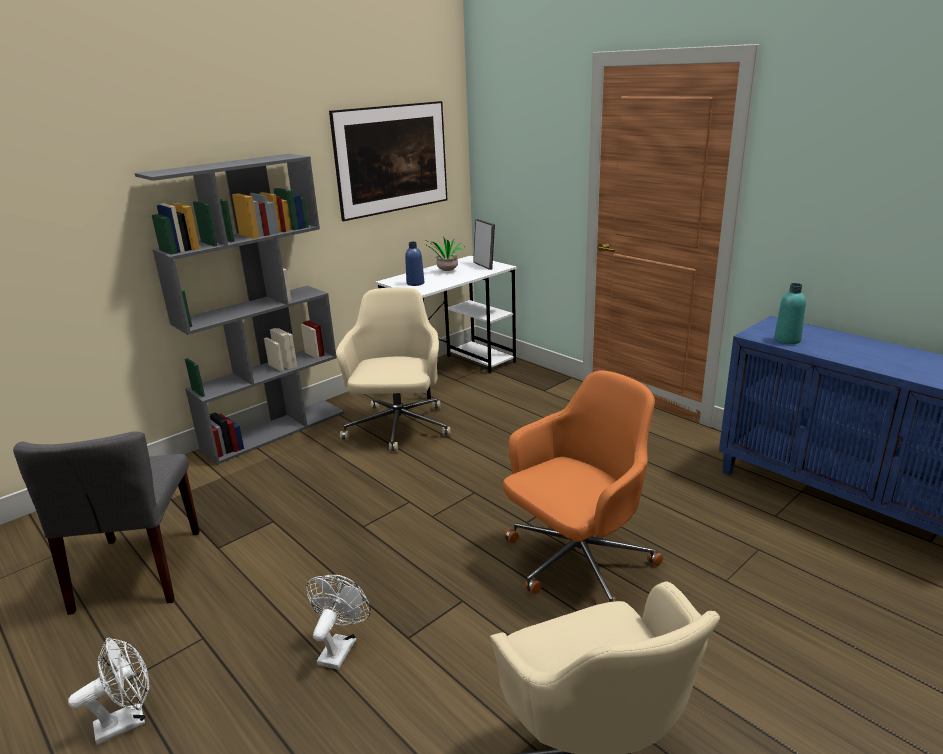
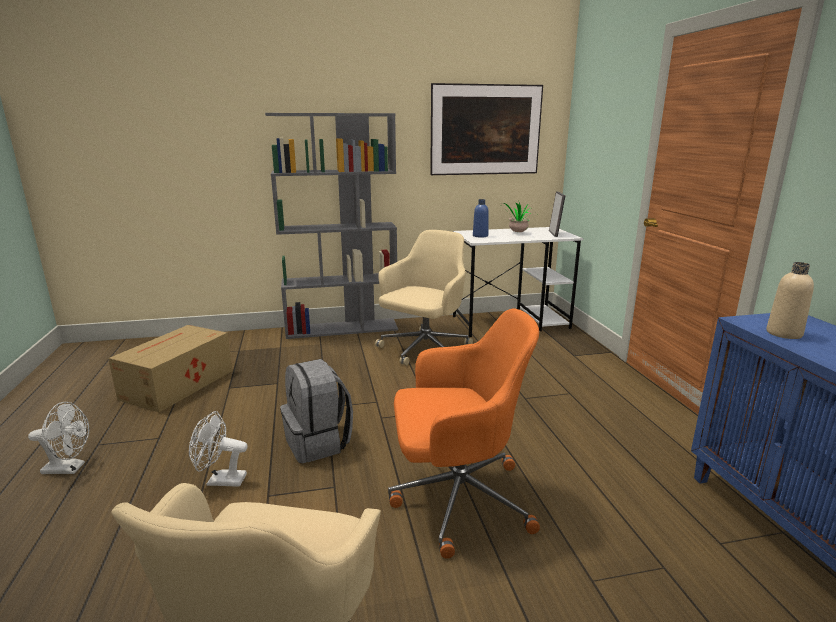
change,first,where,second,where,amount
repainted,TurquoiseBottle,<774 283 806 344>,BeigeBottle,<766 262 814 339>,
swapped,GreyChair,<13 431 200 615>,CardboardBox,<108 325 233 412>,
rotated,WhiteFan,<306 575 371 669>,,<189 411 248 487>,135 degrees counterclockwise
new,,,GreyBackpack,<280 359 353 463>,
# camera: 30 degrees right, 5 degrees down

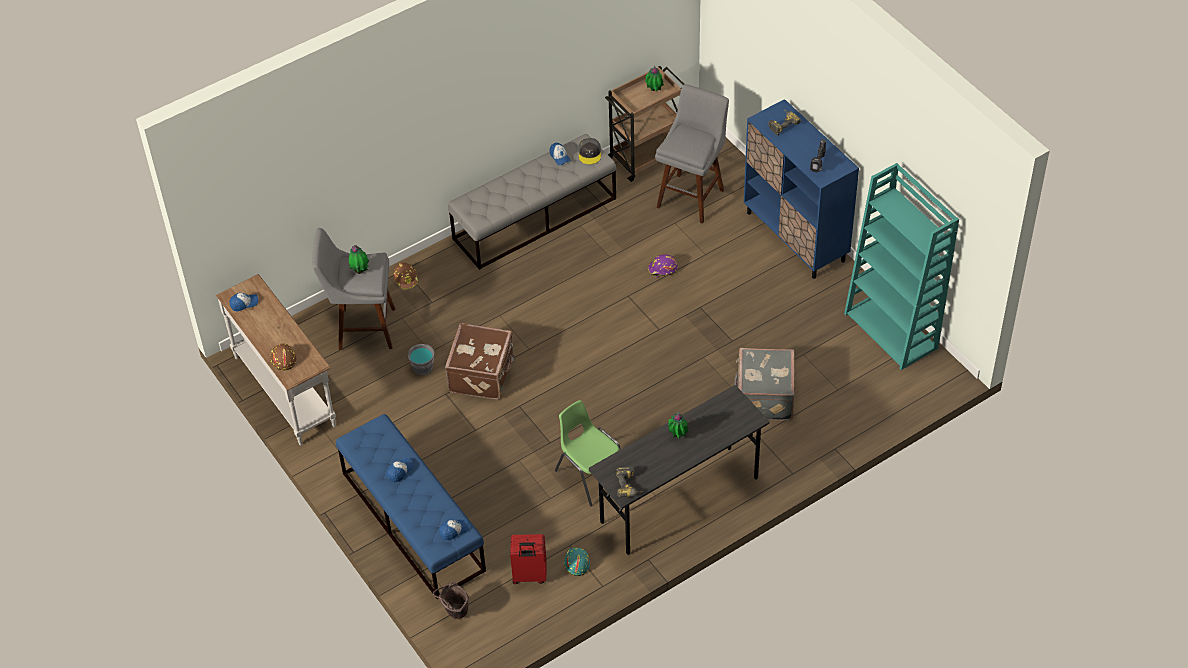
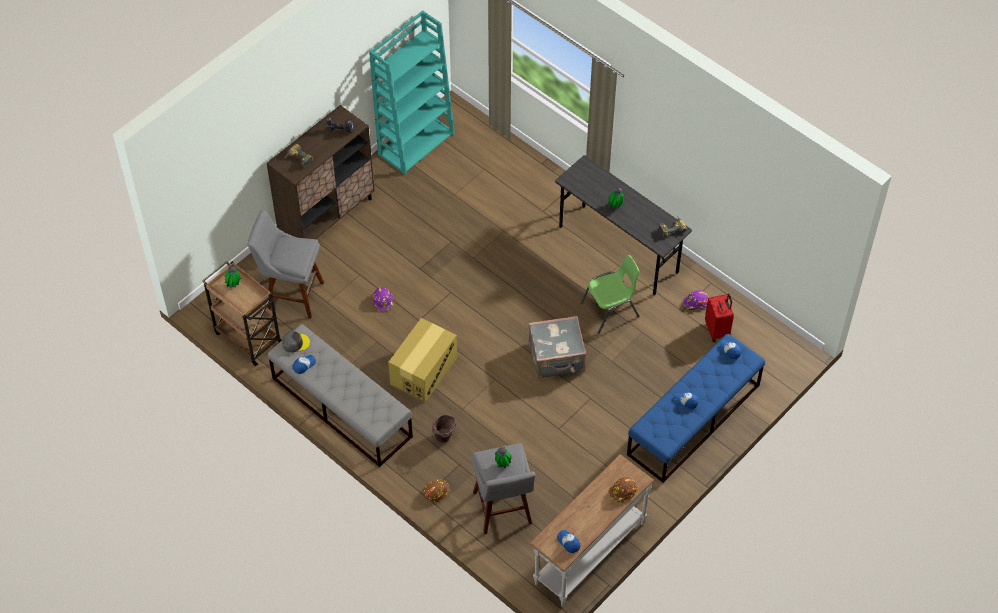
change,first,where,second,where,amount
repainted,BlueCabinet,<744 99 859 279>,BrownCabinet,<267 105 374 239>,
gone,BrownSuitcase,<445 323 515 400>,,,
gone,GreyBucket,<407 344 435 375>,,,
shifted,GreySuitcase,<734 348 795 421>,,<529 316 586 379>,
rotated,GreenChair,<555 400 621 506>,,<581 255 640 334>,150 degrees counterclockwise
repainted,TurquoiseHardHat,<564 548 590 576>,PurpleHardHat,<683 290 709 312>,
shifted,BrownBucket,<433 581 469 619>,,<432 414 457 443>,
new,,,CardboardBox,<388 318 457 402>,
# camera: 105 degrees left, 5 degrees up

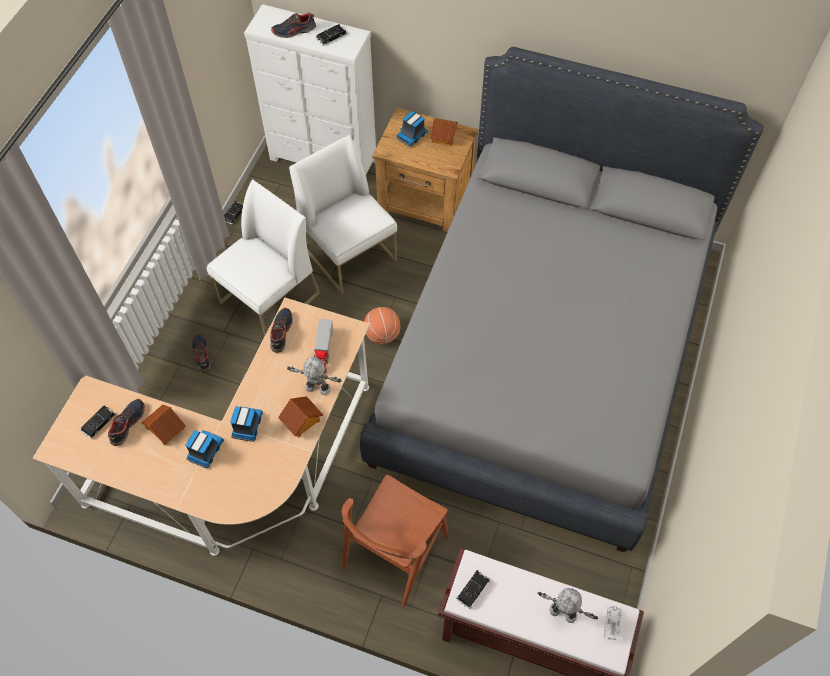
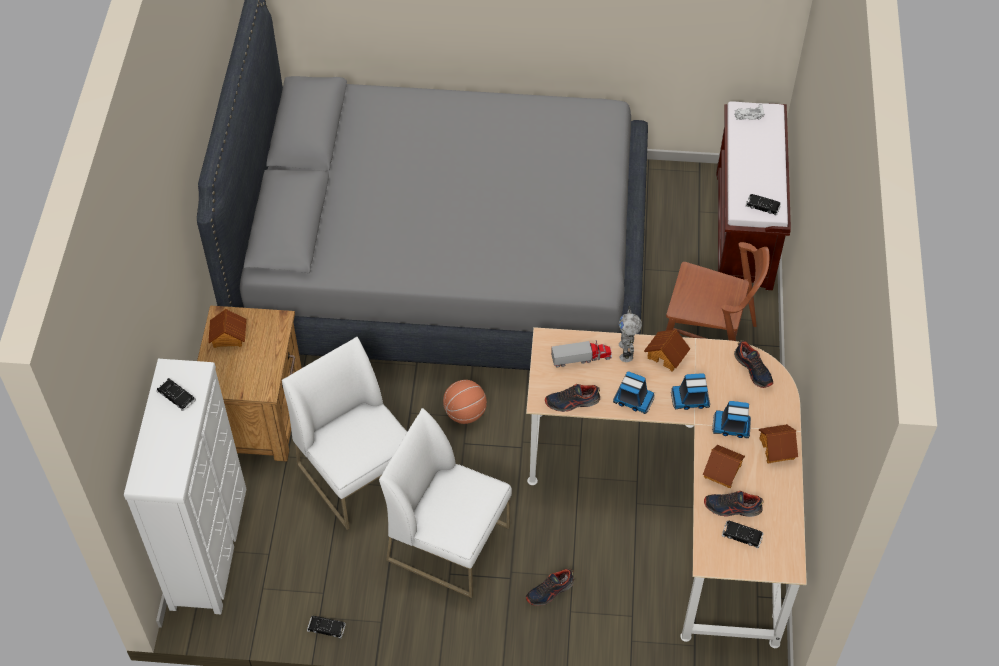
change,first,where,second,where,amount
shifted,Shoe,<271 12 316 38>,,<734 340 773 388>,
shifted,ToyTruck,<397 111 428 147>,,<613 371 655 414>,
rotated,WhiteChair,<289 134 397 294>,,<282 337 407 530>,105 degrees clockwise
gone,ToyRobot,<537 588 598 623>,,,
new,,,ToyHouse,<759 424 798 463>,
# camera: 105 degrees left, 5 degrees down

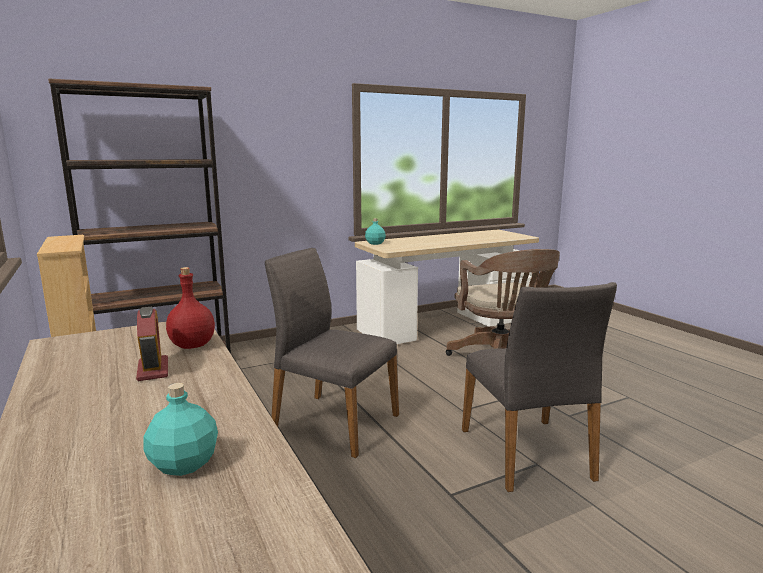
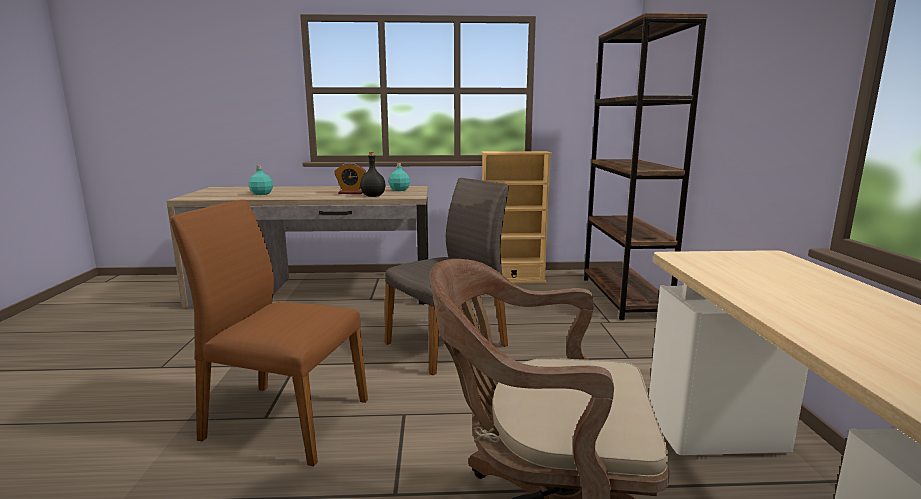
change,first,where,second,where,amount
shifted,TurquoiseBottle,<365 218 386 245>,,<389 163 410 191>,
repainted,RedBottle,<166 267 215 349>,BlackBottle,<360 152 386 197>,
repainted,GreyChair,<462 282 617 492>,BrownChair,<170 200 368 466>,
# camera: 115 degrees right, 0 degrees up

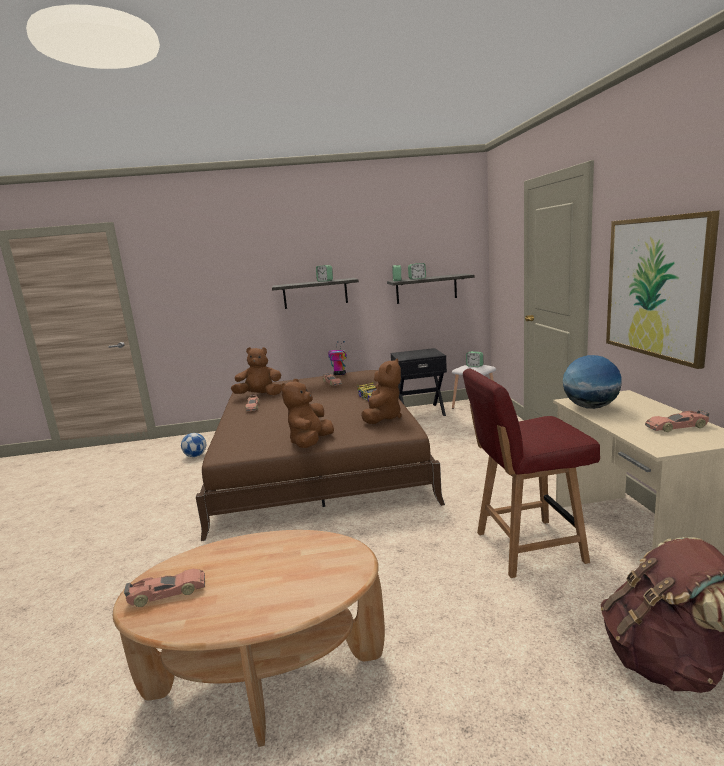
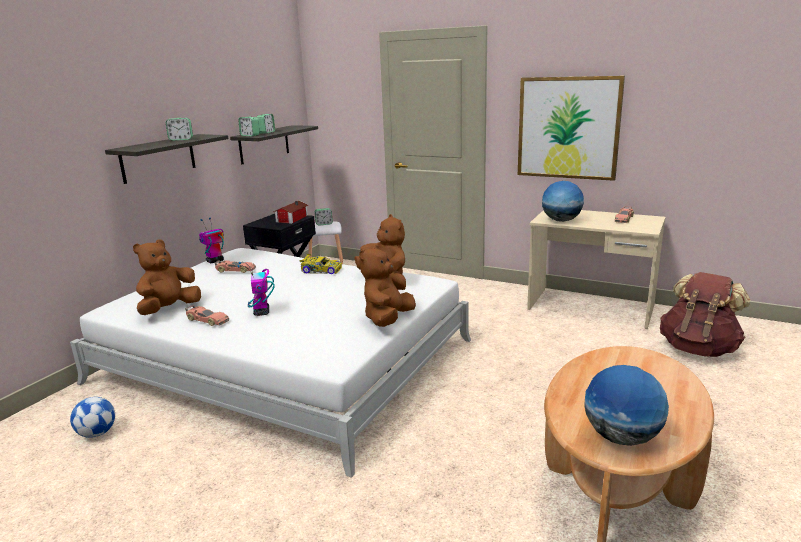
change,first,where,second,where,amount
gone,RedChair,<463 369 600 578>,,,
repainted,BrownBed,<196 370 445 541>,WhiteBed,<70 248 471 478>,
rotated,BrownPlushToy,<281 379 334 448>,,<359 245 416 327>,60 degrees clockwise
swapped,ToyCar,<124 569 205 607>,Globe,<584 365 669 446>,
new,,,ToyHouse,<273 201 308 224>,
new,,,ToyRobot,<237 262 275 316>,
# camera: 55 degrees left, 5 degrees up

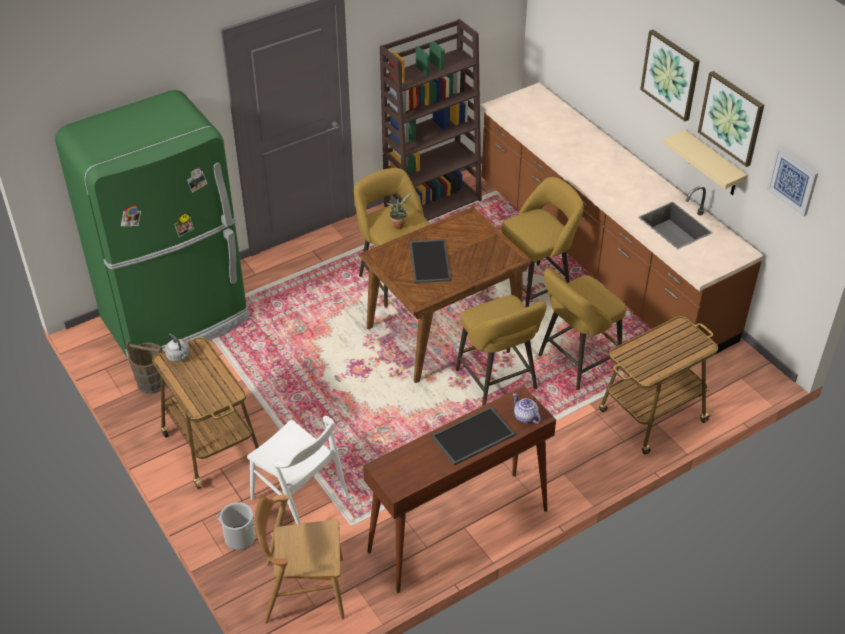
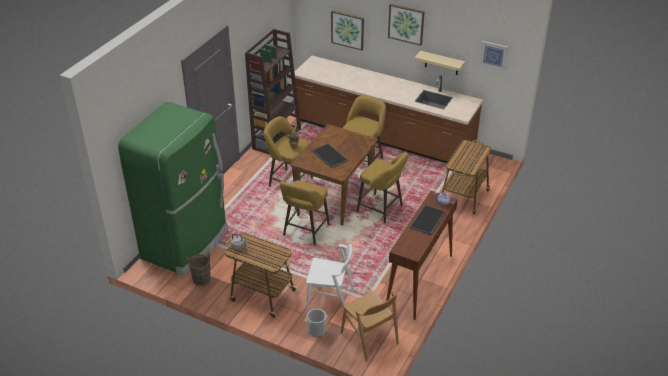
change,first,where,second,where,amount
shifted,Picture,<698 71 764 167>,,<331 10 364 51>,
shifted,YellowStool,<539 268 626 390>,,<280 180 330 245>,
rotated,BrownChair,<254 494 345 623>,,<341 290 399 361>,90 degrees counterclockwise
# camera: 30 degrees left, 5 degrees down

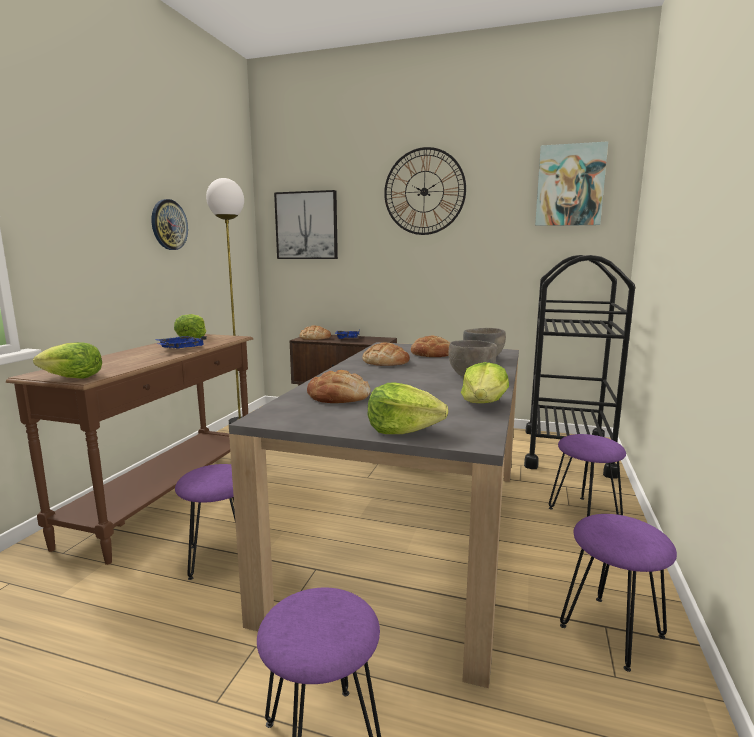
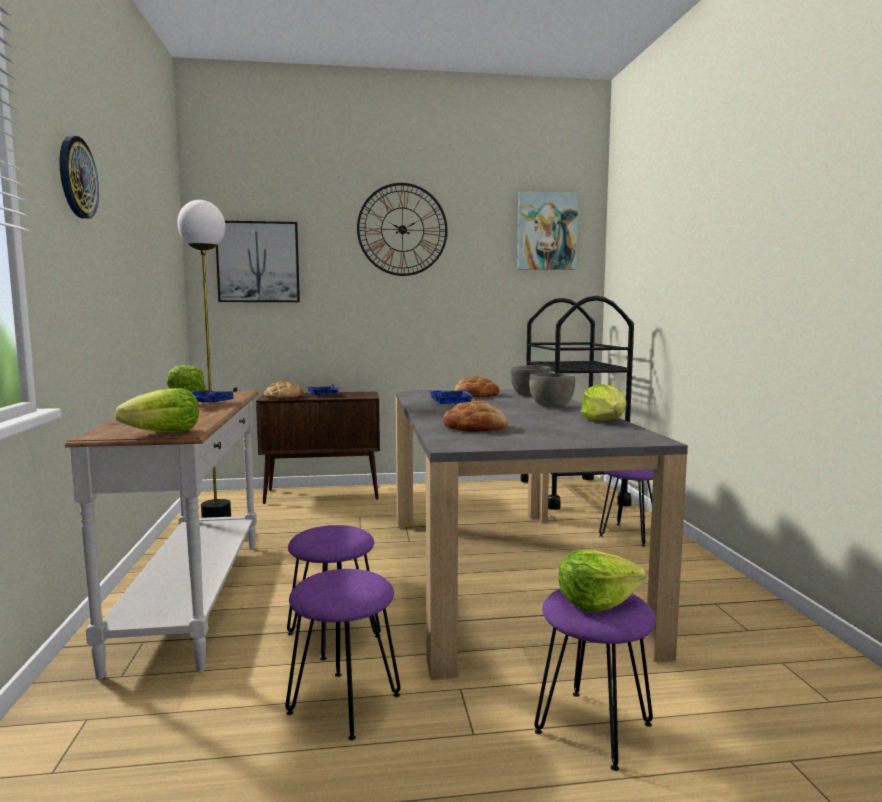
change,first,where,second,where,amount
shifted,WallClock,<151 199 188 250>,,<59 136 99 219>,
repainted,BrownConsoleTable,<6 334 254 565>,WhiteConsoleTable,<65 391 259 680>,
swapped,Bread,<362 343 410 366>,BlueTray,<429 390 474 405>,
shifted,Lettuce,<368 383 448 434>,,<558 550 646 612>,
shifted,PurpleStool,<560 514 677 672>,,<285 569 401 740>,
# camera: 25 degrees left, 5 degrees down

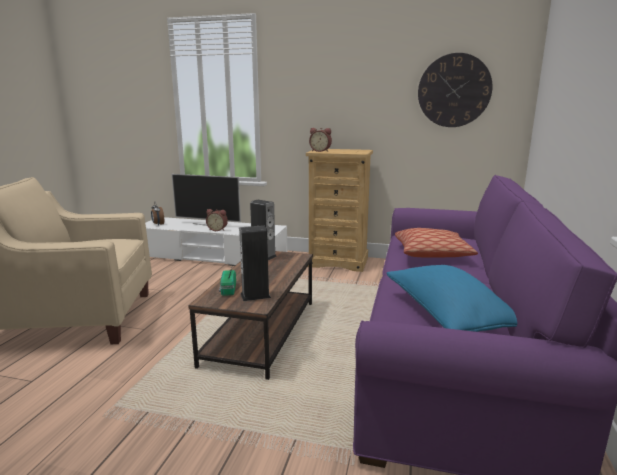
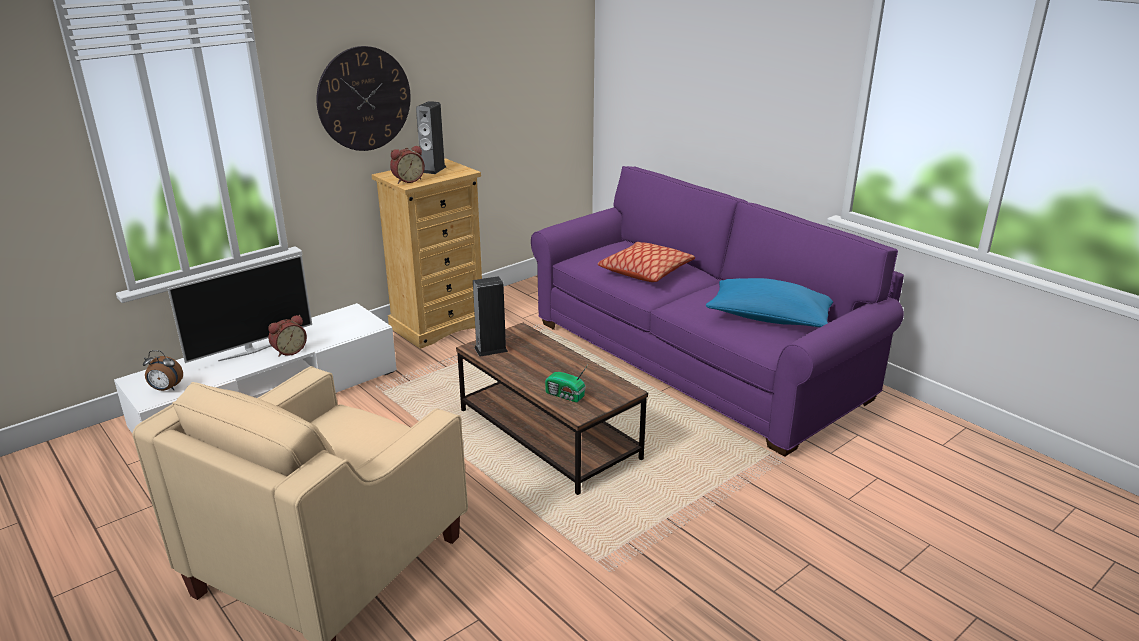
change,first,where,second,where,amount
shifted,WallClock,<418 53 492 127>,,<316 46 411 151>,
shifted,Speaker,<239 225 271 301>,,<416 101 446 174>,
# camera: 55 degrees left, 10 degrees up

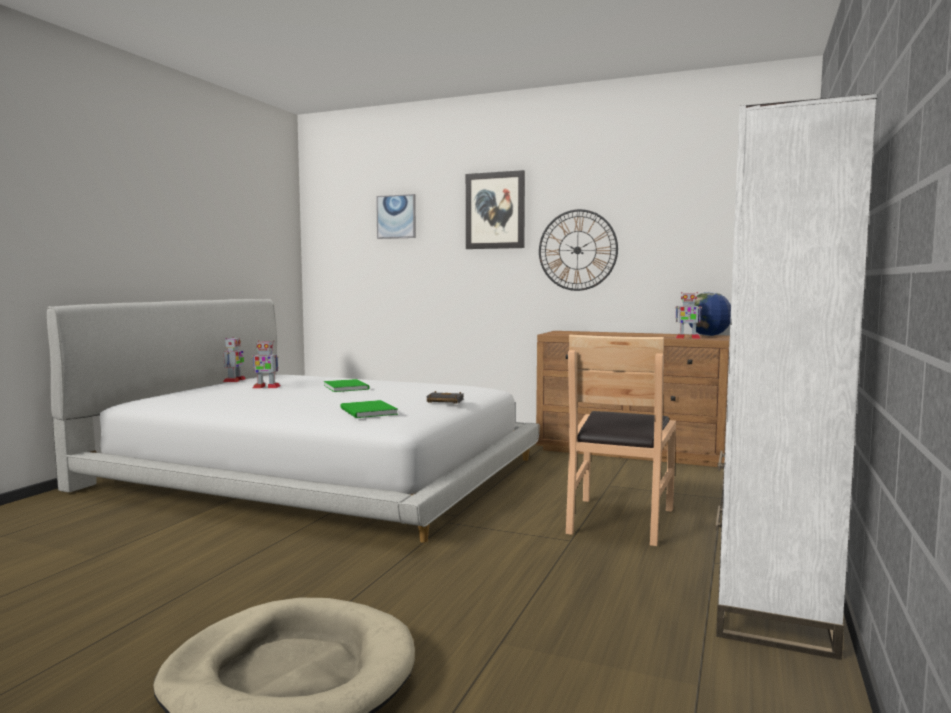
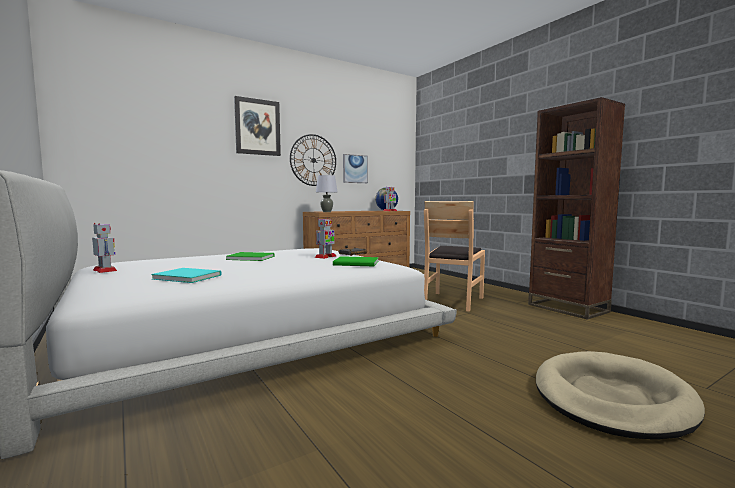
change,first,where,second,where,amount
repainted,WhiteBookcase,<715 93 877 660>,BrownBookcase,<528 97 625 320>,
shifted,Picture,<376 194 416 239>,,<343 154 368 183>,
rotated,BrownChair,<566 334 676 546>,,<424 201 485 312>,60 degrees clockwise
shifted,ToyRobot,<252 340 280 388>,,<314 218 336 259>,
new,,,GreyTableLamp,<316 175 337 212>,
new,,,TurquoiseBook,<151 268 221 283>,
# camera: 55 degrees left, 0 degrees up

